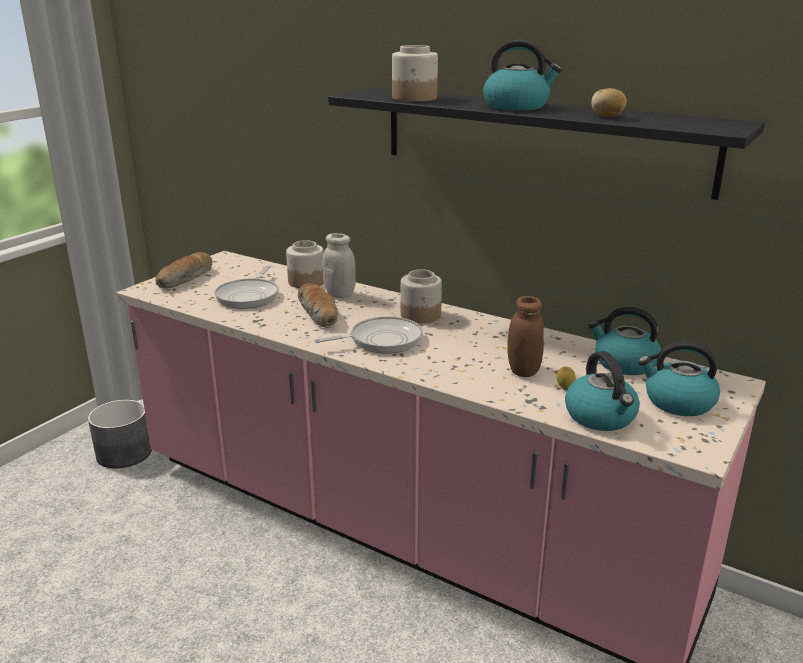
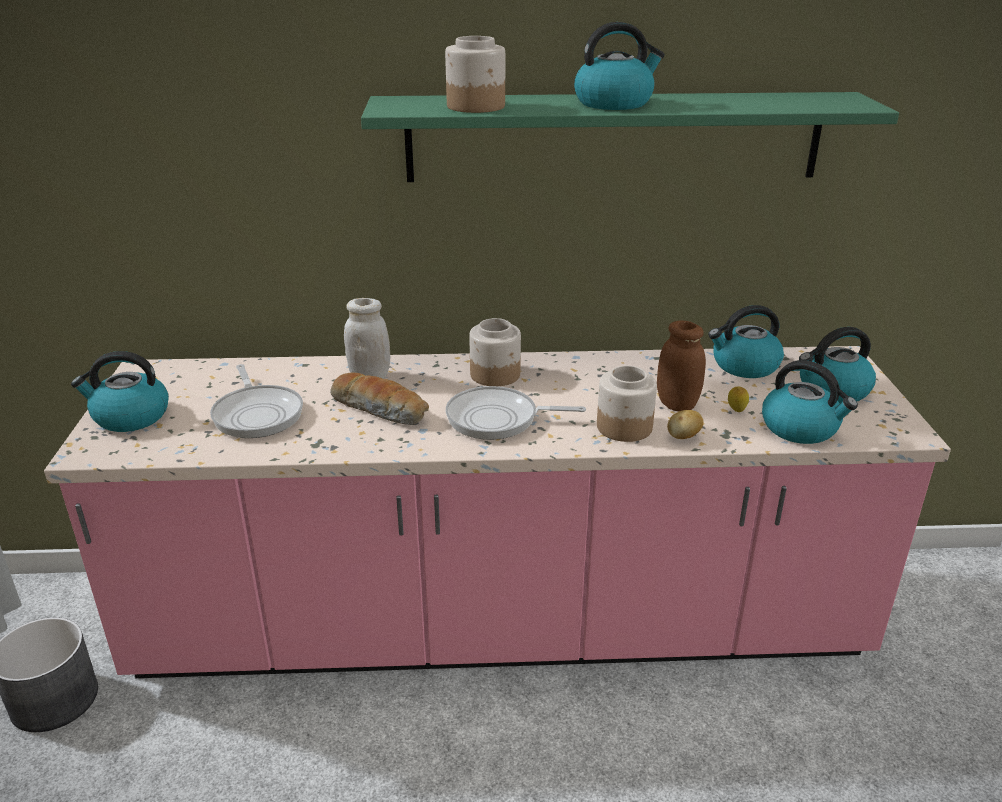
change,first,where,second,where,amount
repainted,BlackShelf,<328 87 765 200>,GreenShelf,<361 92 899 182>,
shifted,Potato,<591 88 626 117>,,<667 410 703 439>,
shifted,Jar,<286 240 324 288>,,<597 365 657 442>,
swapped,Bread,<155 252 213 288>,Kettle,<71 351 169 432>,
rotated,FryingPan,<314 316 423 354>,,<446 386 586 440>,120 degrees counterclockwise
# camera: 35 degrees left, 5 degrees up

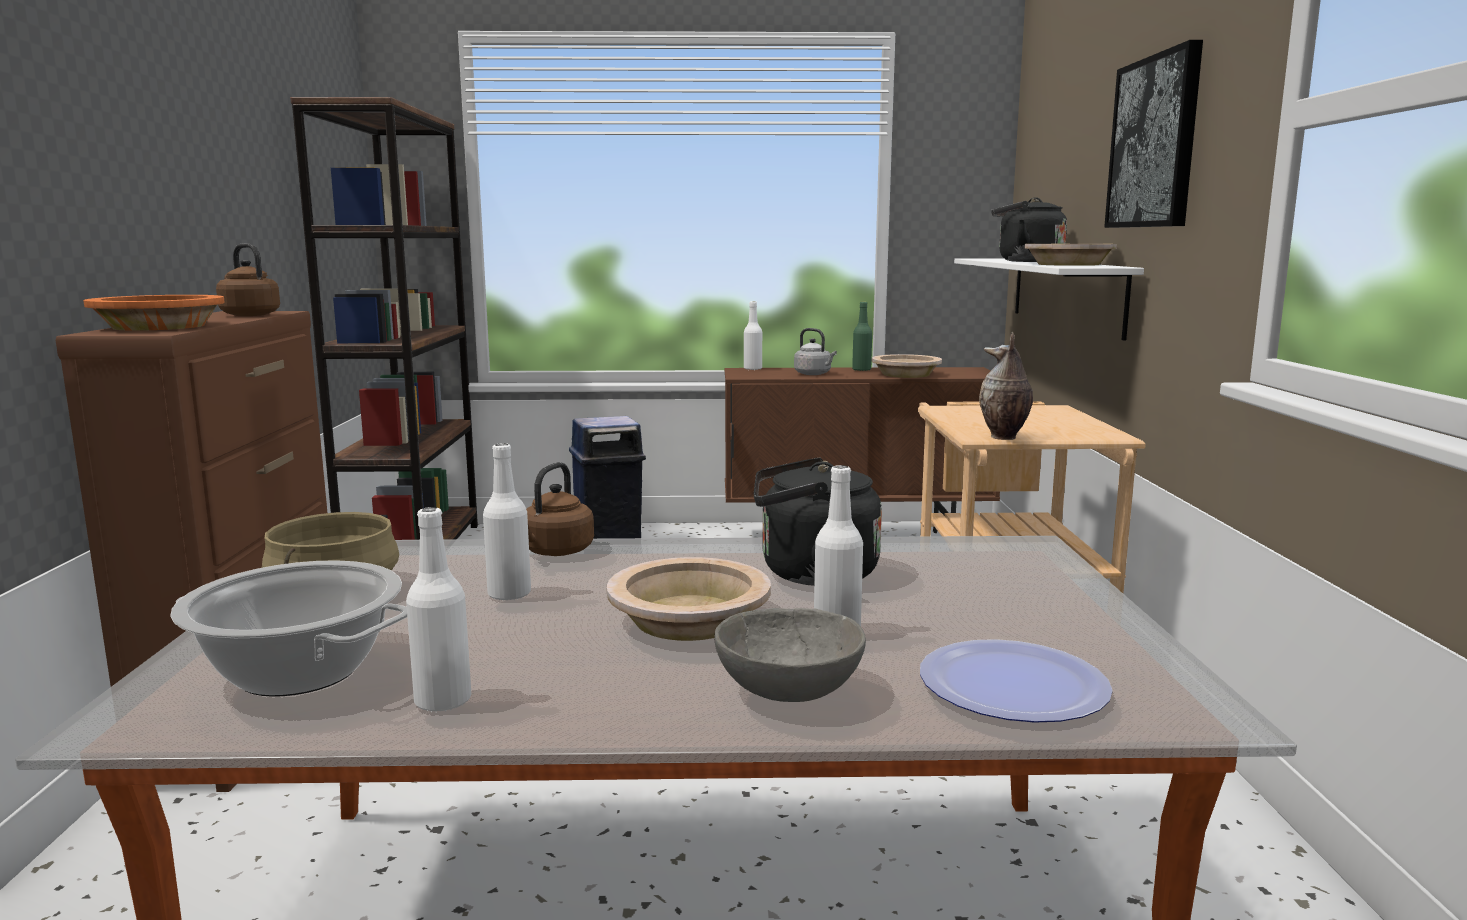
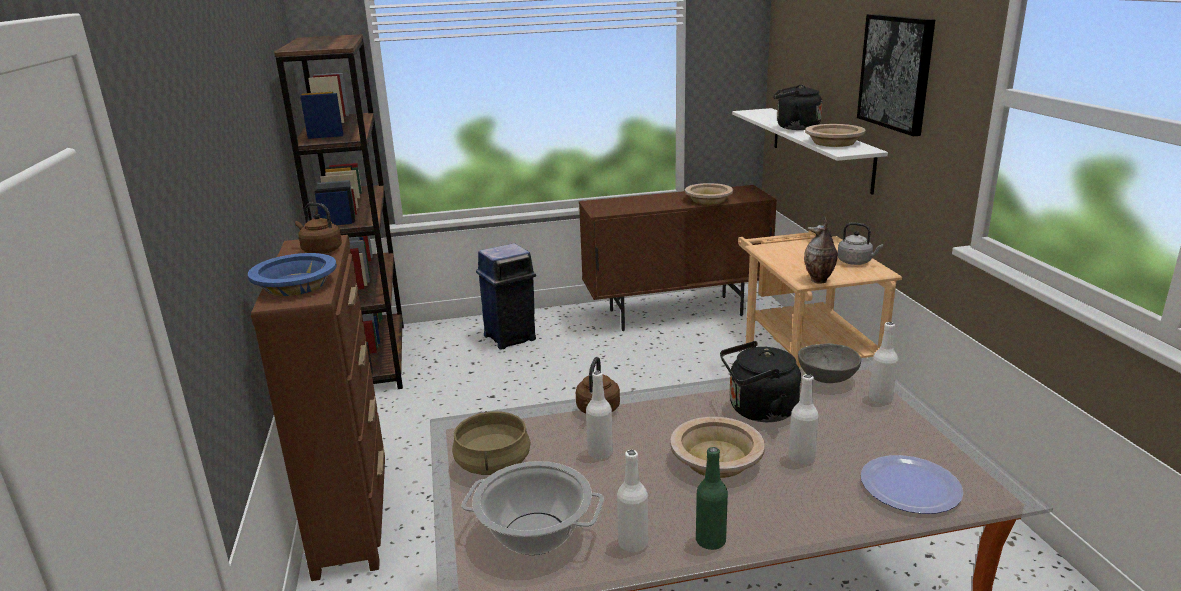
change,first,where,second,where,amount
repainted,OrangeBowl,<83 295 225 331>,BlueBowl,<248 253 337 296>,
shifted,WhiteBottle,<744 301 762 370>,,<869 322 898 403>,
shifted,GreenBottle,<852 302 872 371>,,<696 447 728 550>,
shifted,GreyKettle,<794 328 837 375>,,<838 222 883 265>,
shifted,GreyBowl,<714 608 866 702>,,<798 343 861 383>,
# camera: 10 degrees left, 10 degrees up

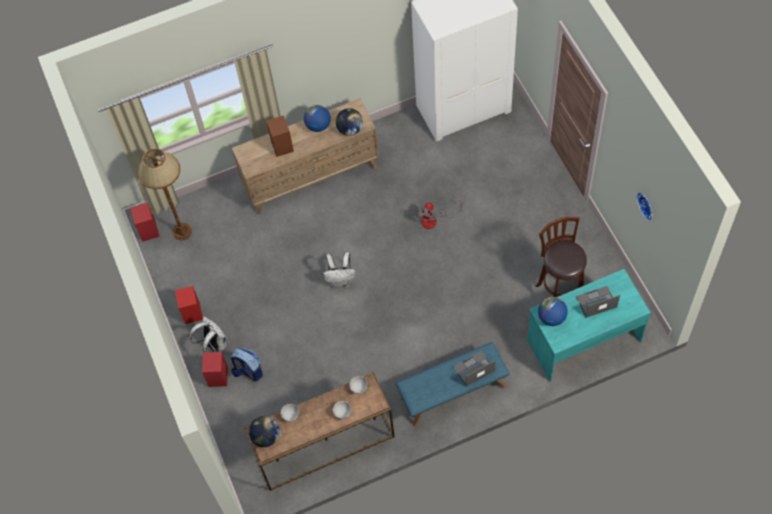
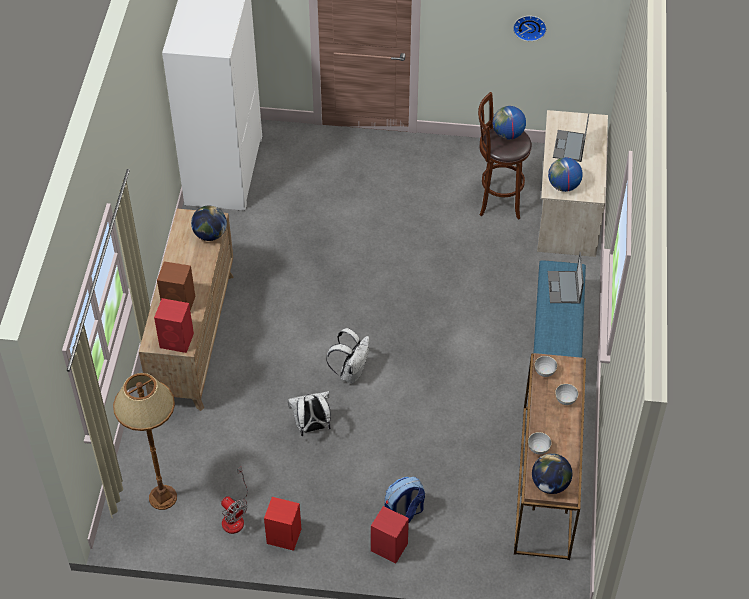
change,first,where,second,where,amount
shifted,Globe,<304 105 331 132>,,<493 106 526 140>,
shifted,Fan,<417 200 464 229>,,<221 466 248 534>,
shifted,RedSpeaker,<131 203 160 241>,,<154 298 194 353>,
repainted,TurquoiseDesk,<527 269 651 382>,BeigeDesk,<537 110 608 257>,
shifted,WhiteBackpack,<190 316 228 353>,,<288 391 331 436>,
# camera: 65 degrees left, 10 degrees down

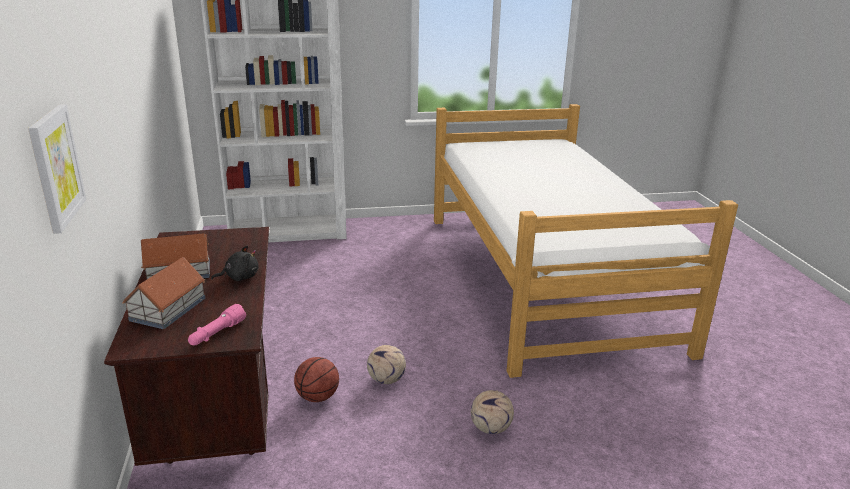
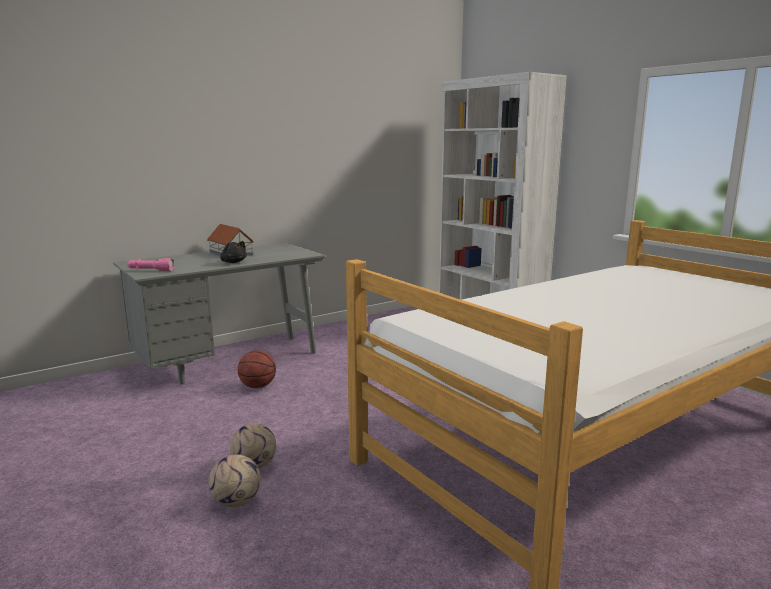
change,first,where,second,where,amount
gone,Picture,<28 104 86 234>,,,
repainted,BrownDesk,<104 227 269 466>,GreyDesk,<113 243 325 384>,
gone,ToyHouse,<122 257 205 329>,,,
shifted,Football,<367 345 406 384>,,<209 454 261 507>,
# camera: 65 degrees right, 10 degrees down

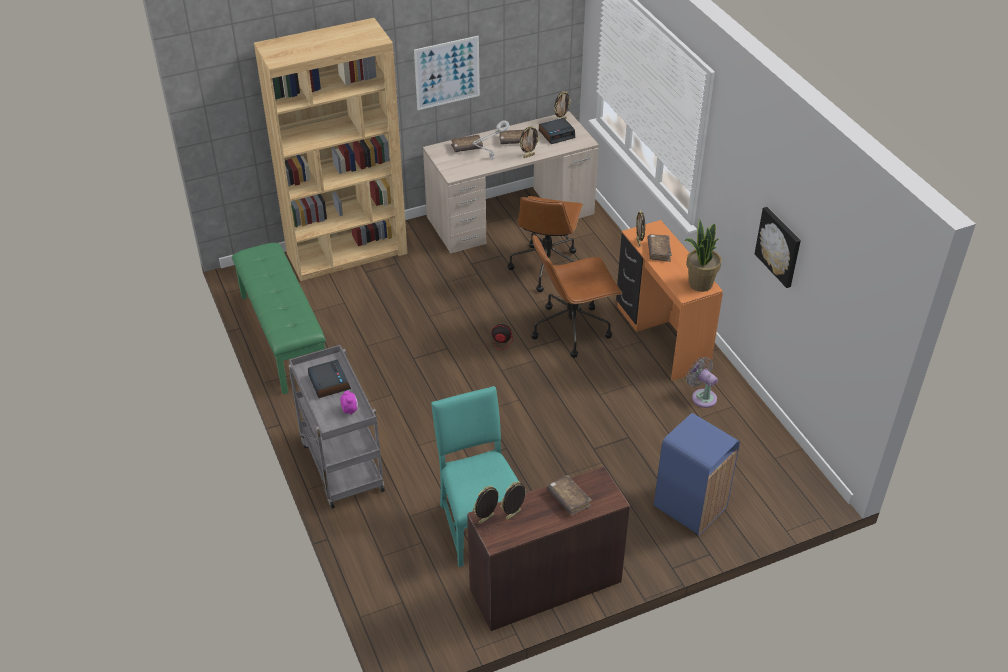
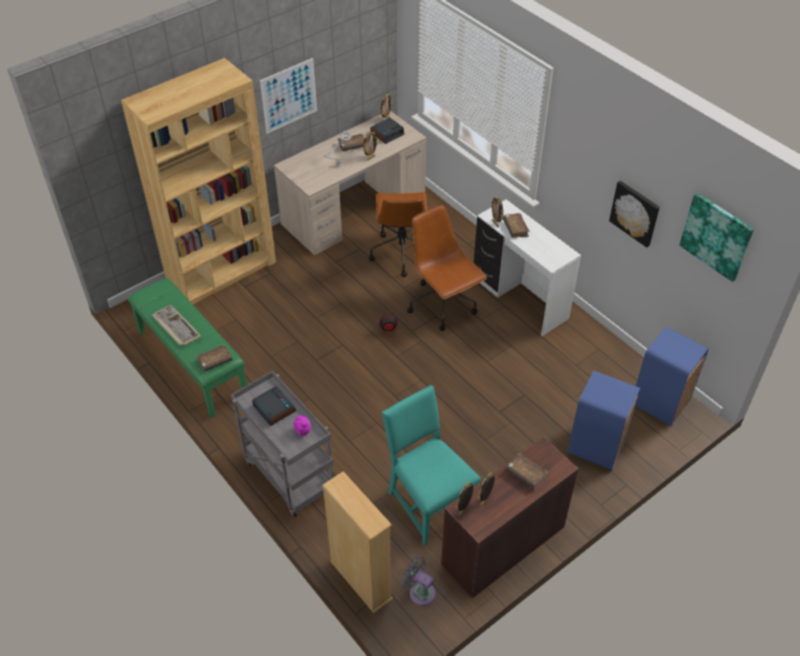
change,first,where,second,where,amount
shifted,BrownBook,<451 134 483 152>,,<196 344 233 372>,
gone,PottedPlant,<684 219 722 292>,,,
repainted,OrangeDesk,<616 220 723 381>,WhiteDesk,<474 199 581 336>,
rotated,BrownOfficeChair,<531 234 622 358>,,<407 205 487 331>,90 degrees clockwise
shifted,GreyFan,<686 357 718 408>,,<401 556 436 606>,
new,,,Picture,<679 193 754 282>,
new,,,Keyboard,<152 305 201 347>,
new,,,BlueTrashCan,<636 327 709 426>,
new,,,BeigeBookcase,<322 471 393 613>,
# camera: 15 degrees left, 5 degrees up

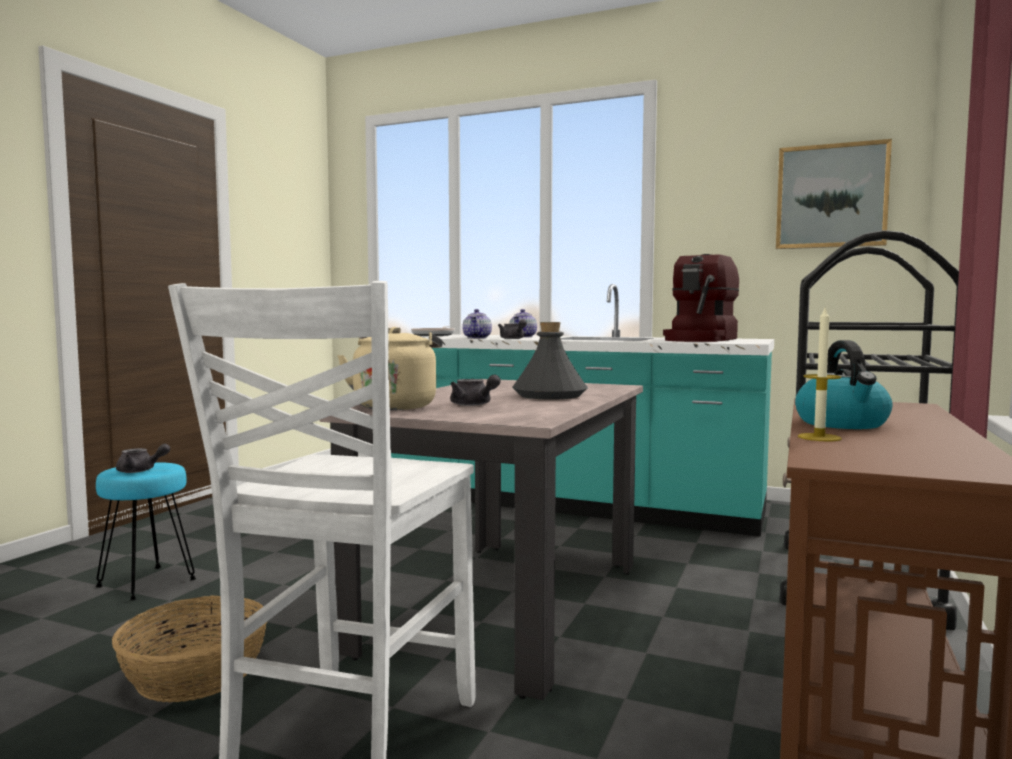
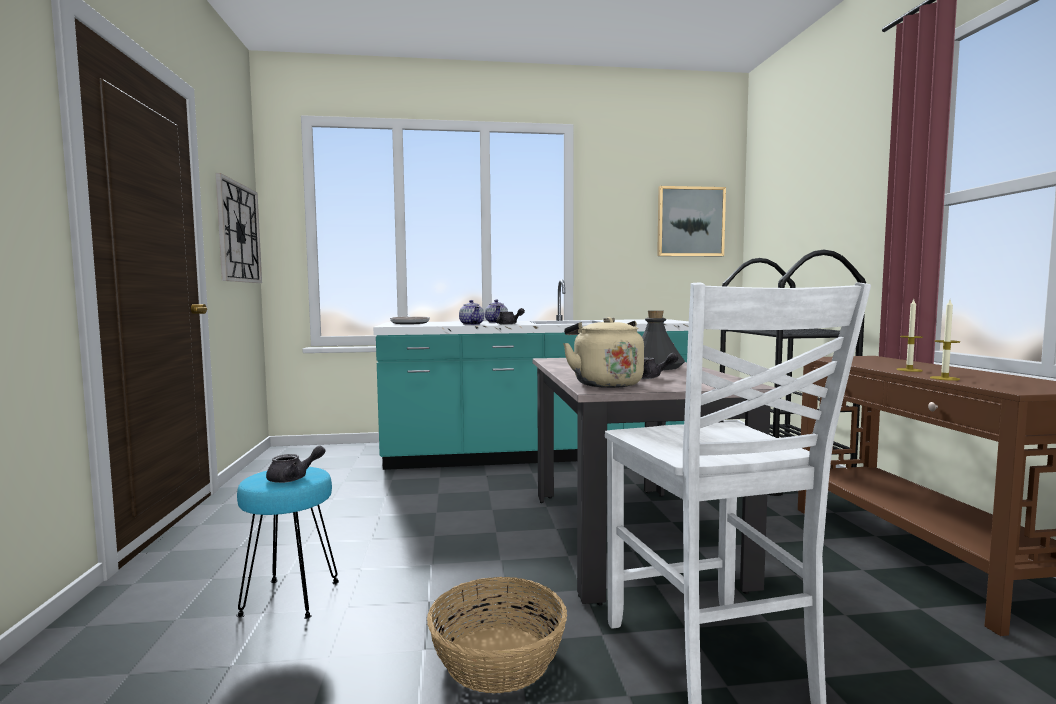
change,first,where,second,where,amount
gone,CoffeeMachine,<663 254 739 342>,,,
swapped,Kettle,<795 340 892 429>,Candle,<896 299 923 372>,
new,,,WallClock,<216 173 262 283>,
# camera: 30 degrees left, 0 degrees up

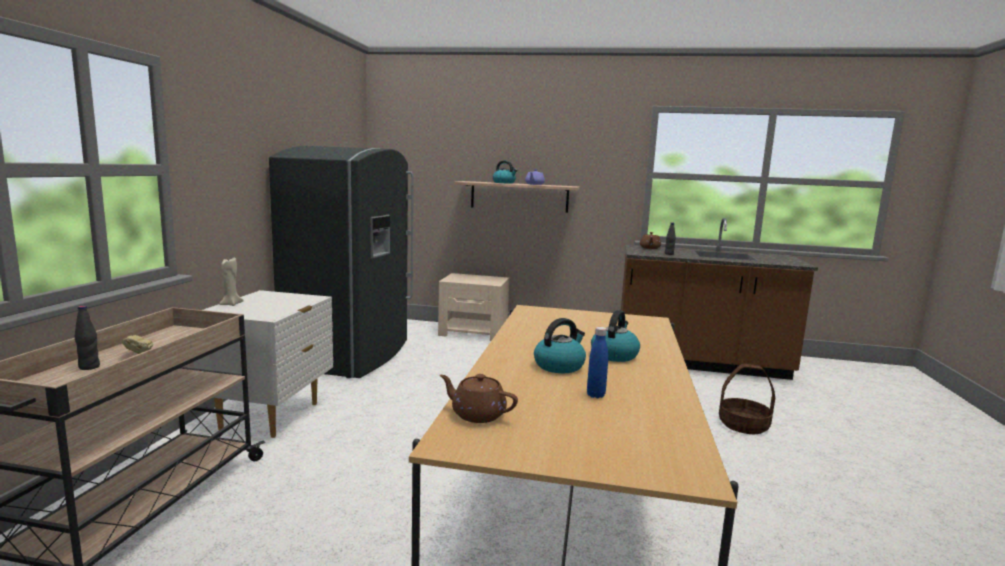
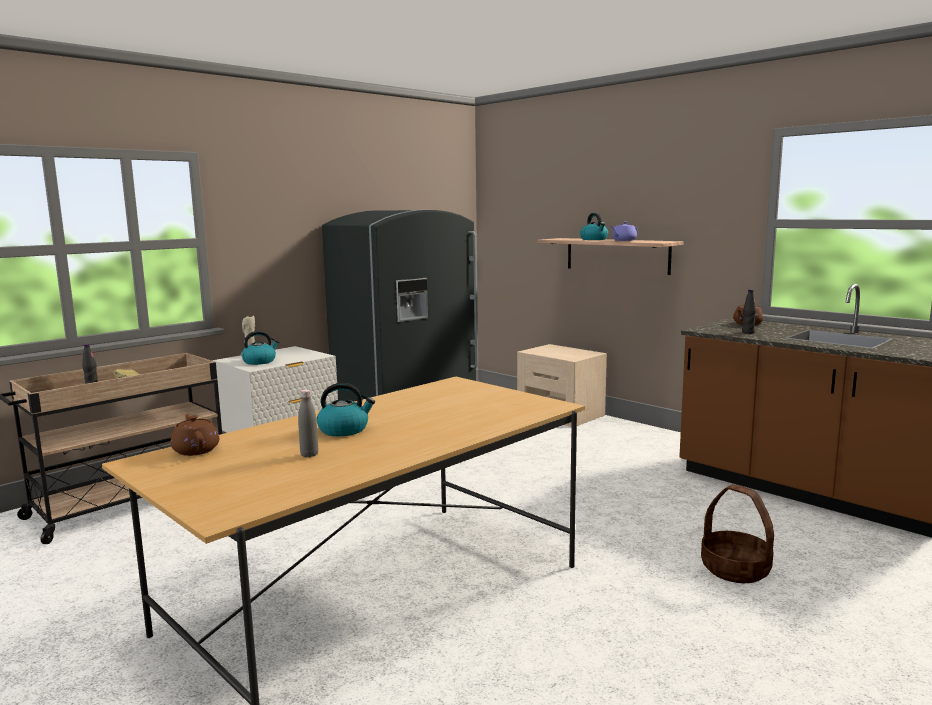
change,first,where,second,where,amount
shifted,Kettle,<591 310 640 362>,,<242 331 279 365>,
repainted,BlueBottle,<587 327 608 398>,GreyBottle,<298 389 318 458>,
# camera: 35 degrees right, 0 degrees up

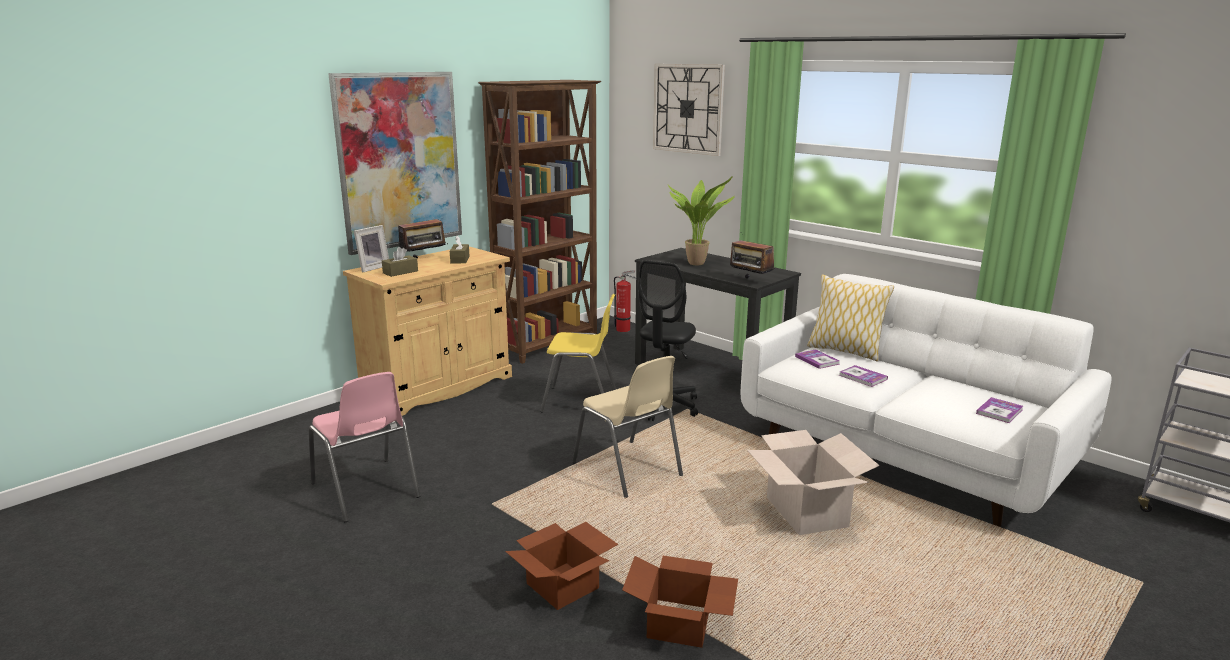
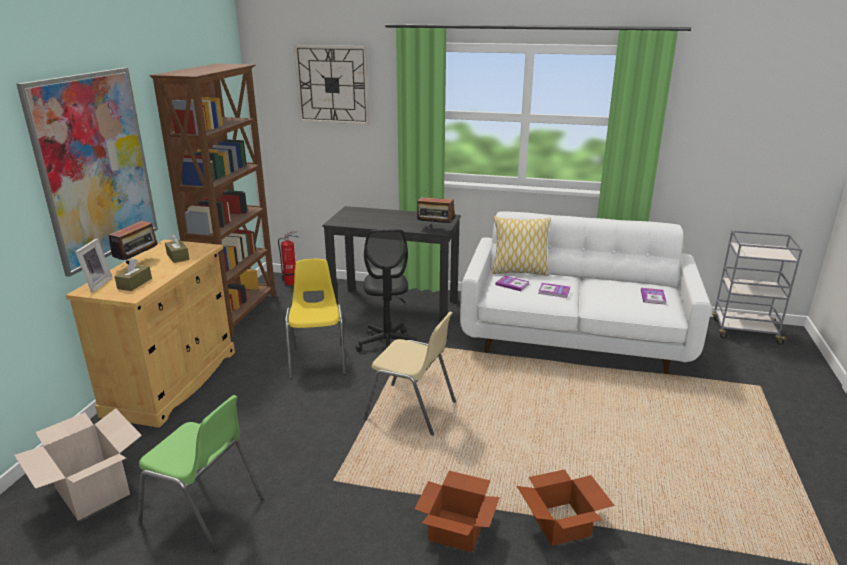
change,first,where,second,where,amount
gone,PottedPlant,<668 176 735 266>,,,
rotated,YellowChair,<540 294 616 413>,,<285 259 346 379>,75 degrees counterclockwise
repainted,PinkChair,<309 372 420 522>,GreenChair,<138 395 264 552>,
shifted,CardboardBox,<747 430 879 535>,,<14 408 142 521>,
# camera: 30 degrees left, 5 degrees up

